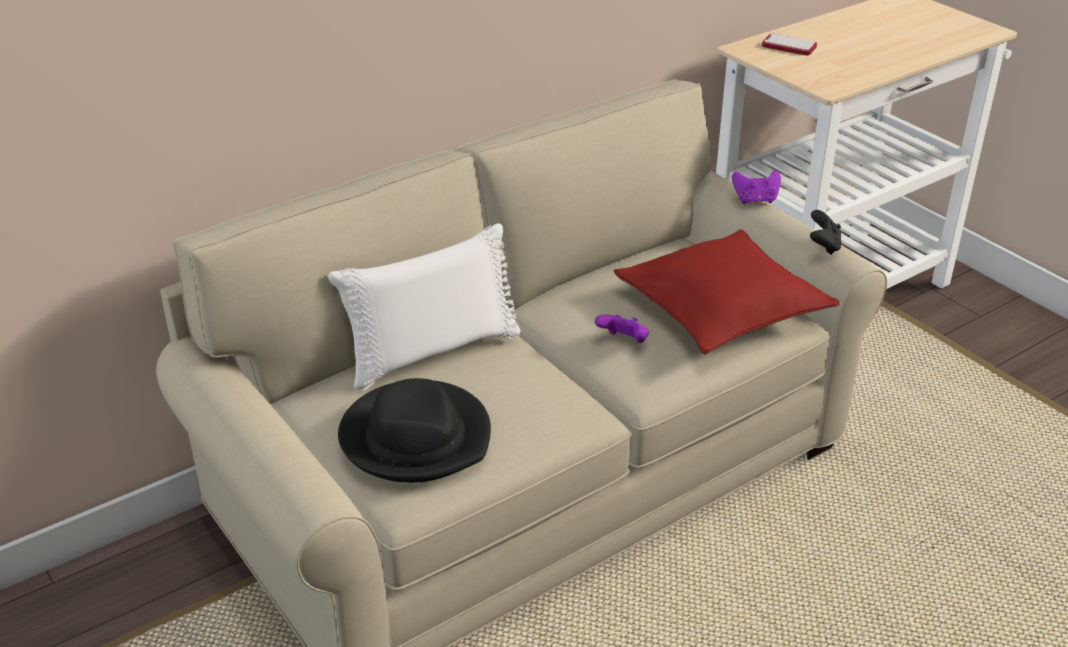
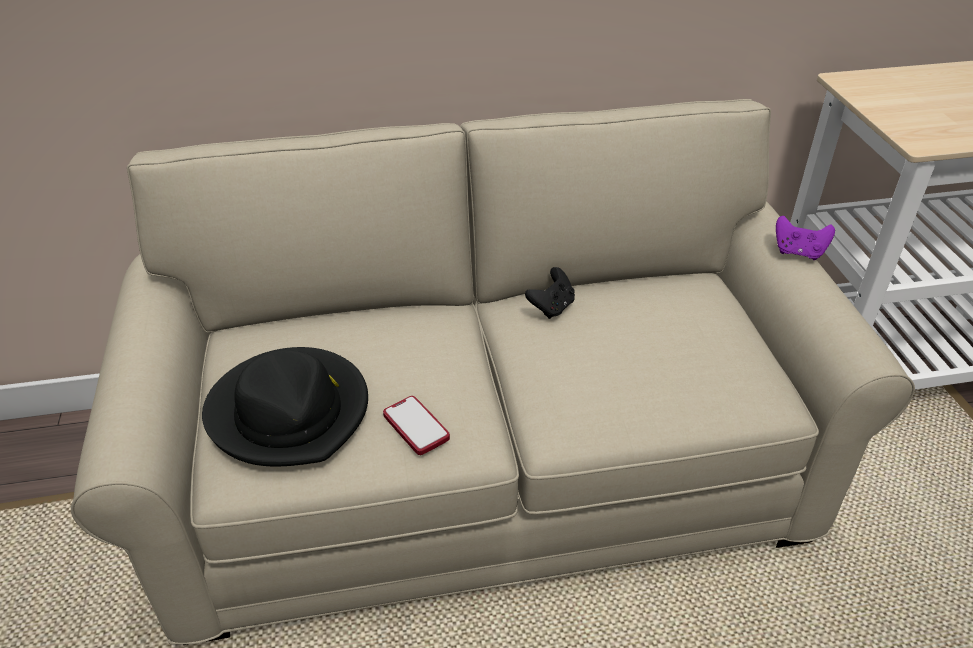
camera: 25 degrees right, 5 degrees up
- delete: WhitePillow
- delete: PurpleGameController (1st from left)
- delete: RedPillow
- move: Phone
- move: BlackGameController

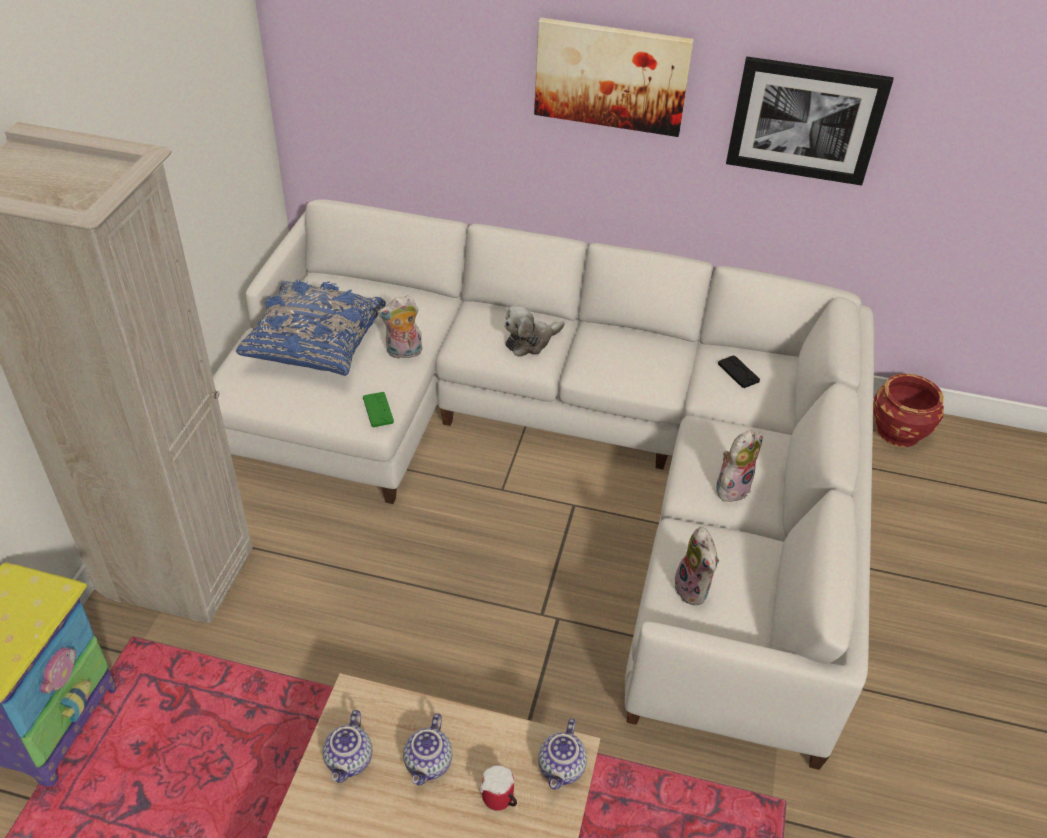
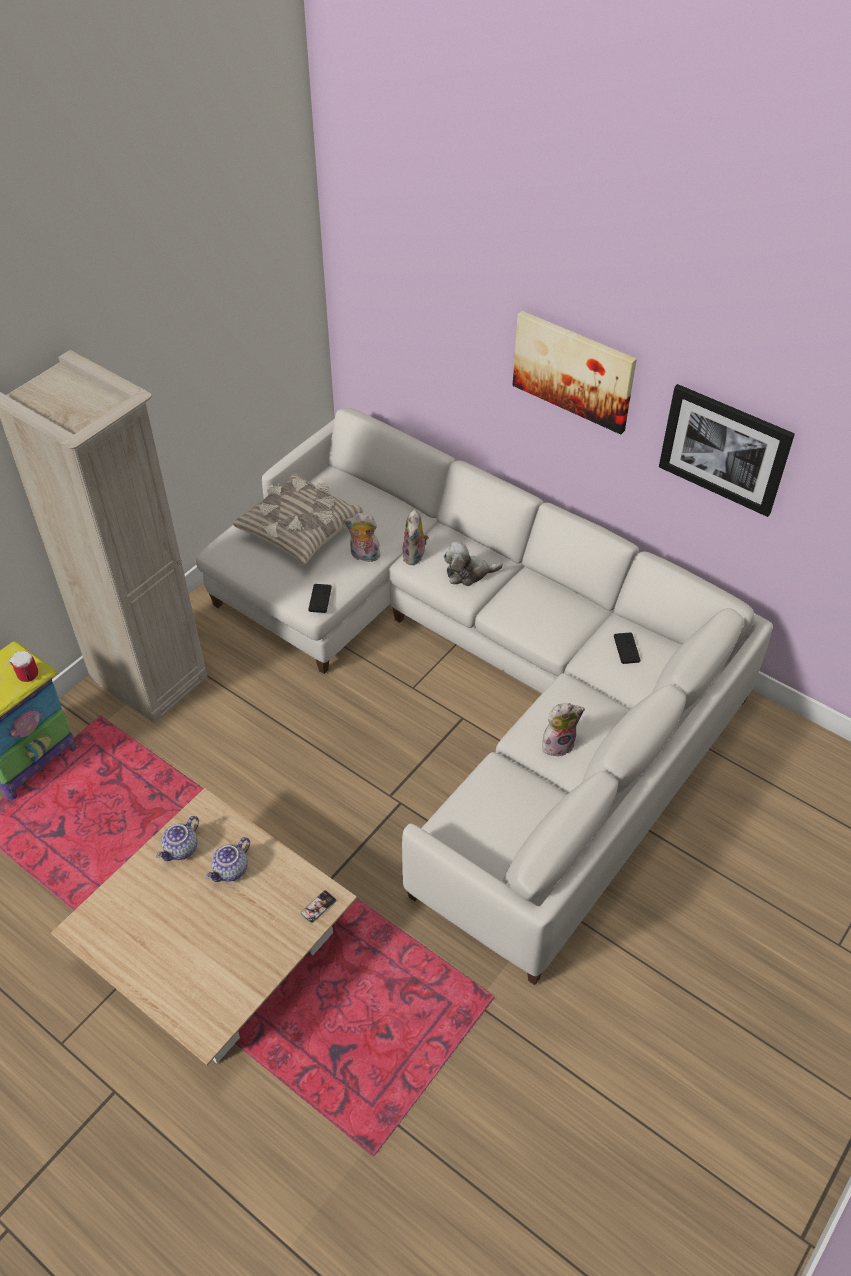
camera: 25 degrees right, 5 degrees up
- delete: RedPlanter
- move: Mug
- move: PlushToy (3rd from left in the first image) to PlushToy (2nd from left)
- replace: Teapot (3rd from left) to Phone
- recolor: BluePillow to BeigePillow
- recolor: GreenGameController to BlackGameController (1st from left)

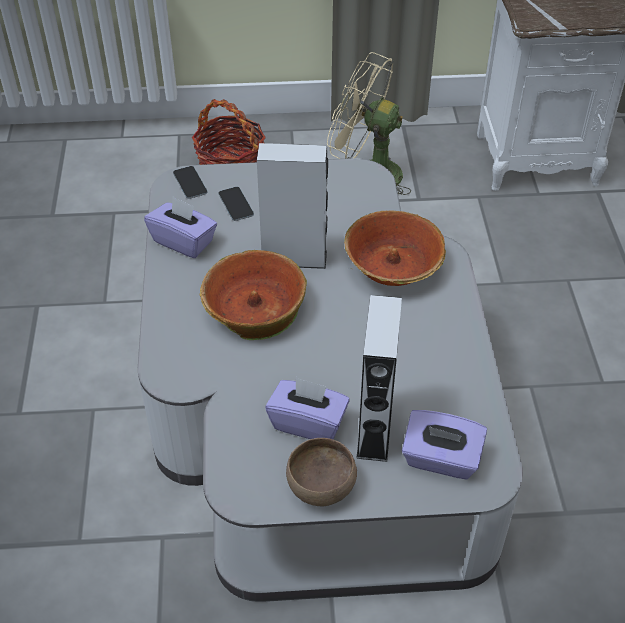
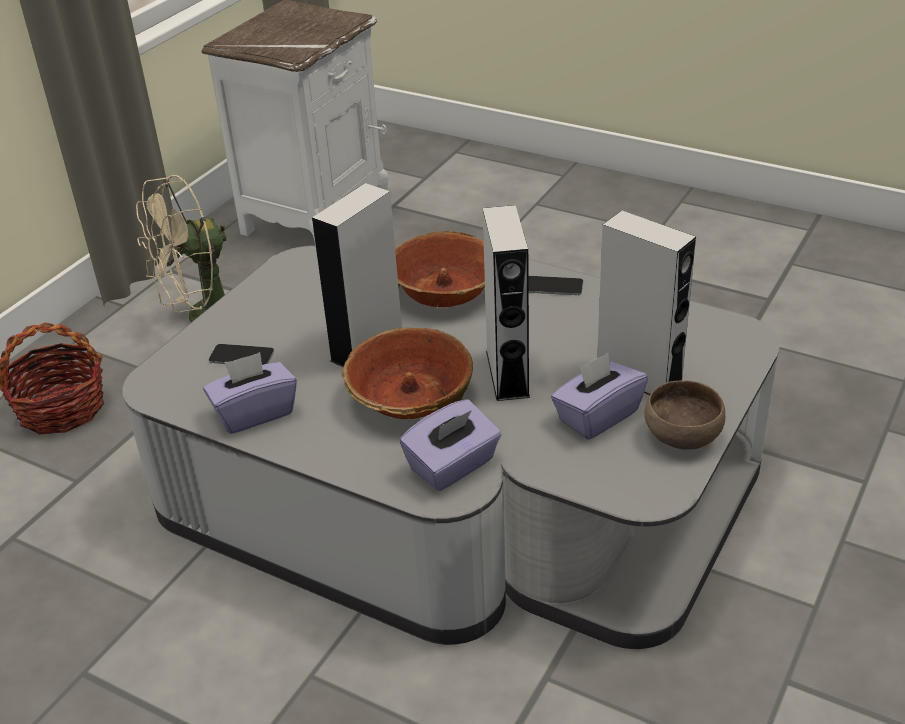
camera: 55 degrees left, 10 degrees down
- insert: GreySpeaker (2nd from left)
- move: Phone (1st from left in the first image) to Phone (2nd from left)
- move: PurpleTissueBox (3rd from left in the first image) to PurpleTissueBox (2nd from left)

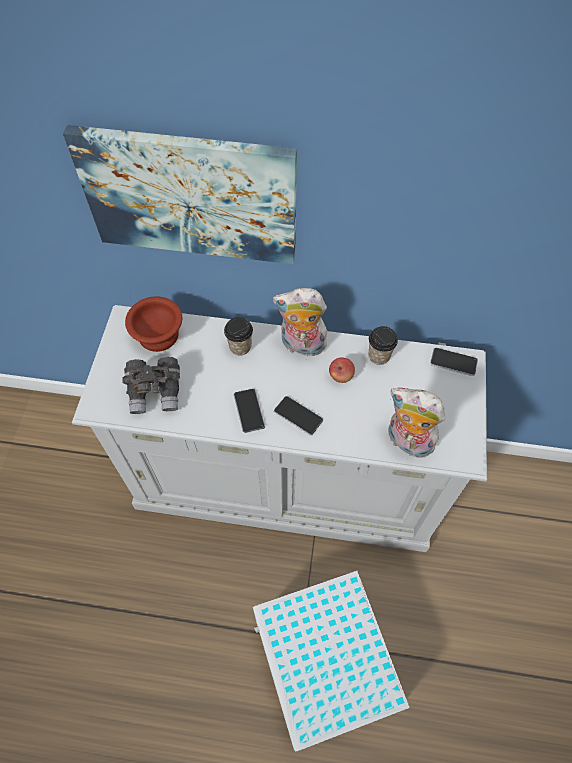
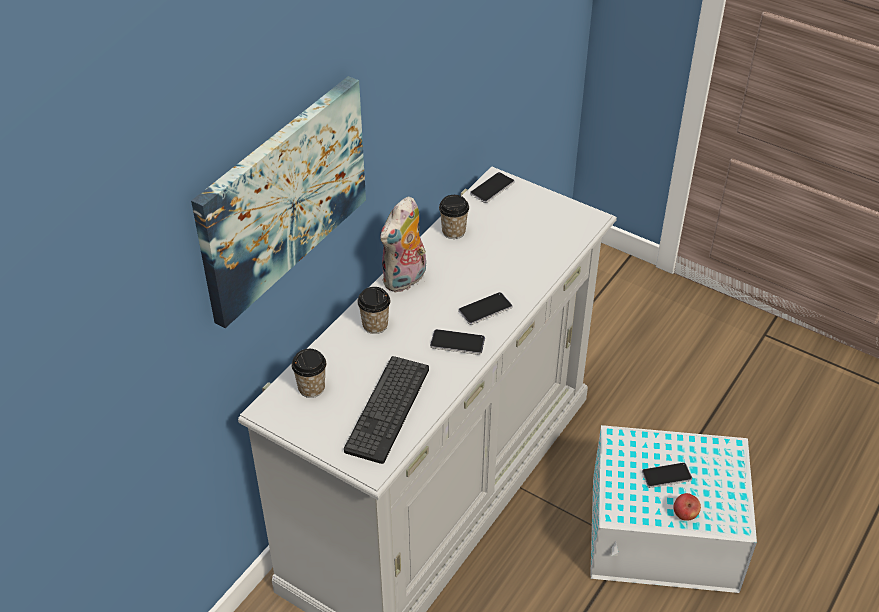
camera: 65 degrees left, 15 degrees down
- delete: PlushToy (2nd from left)
- insert: Phone (4th from left)
- move: Apple
- replace: GreyBinoculars to Keyboard
- replace: BrownBowl to Cup (1st from left)

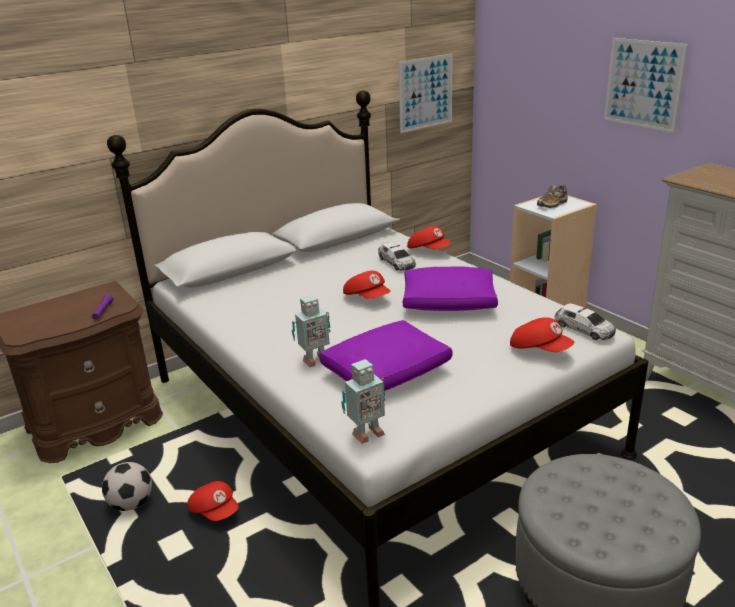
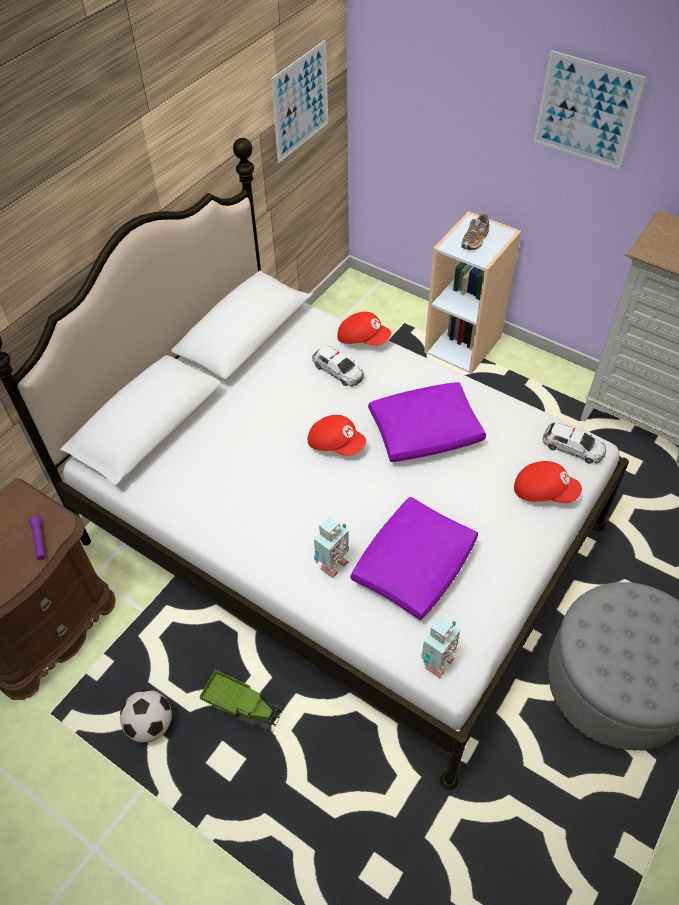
camera: 20 degrees left, 25 degrees up
- replace: RedCap (1st from left) to ToyTruck

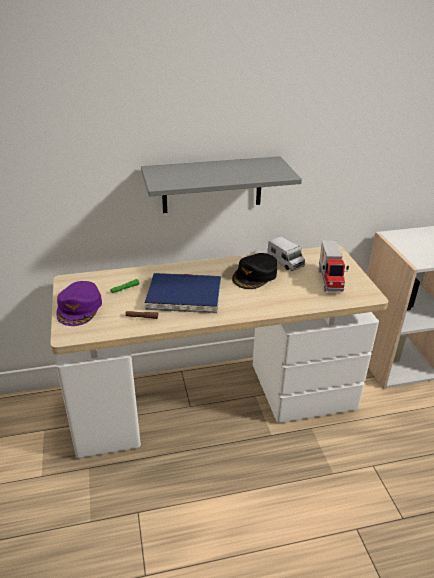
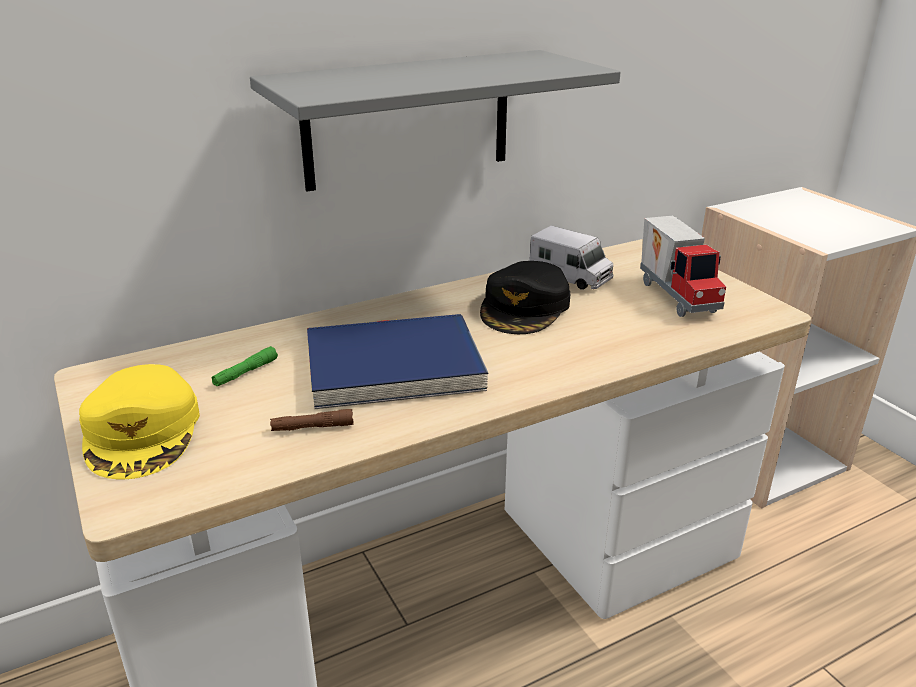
camera: 15 degrees left, 5 degrees down
- recolor: PurpleCap to YellowCap

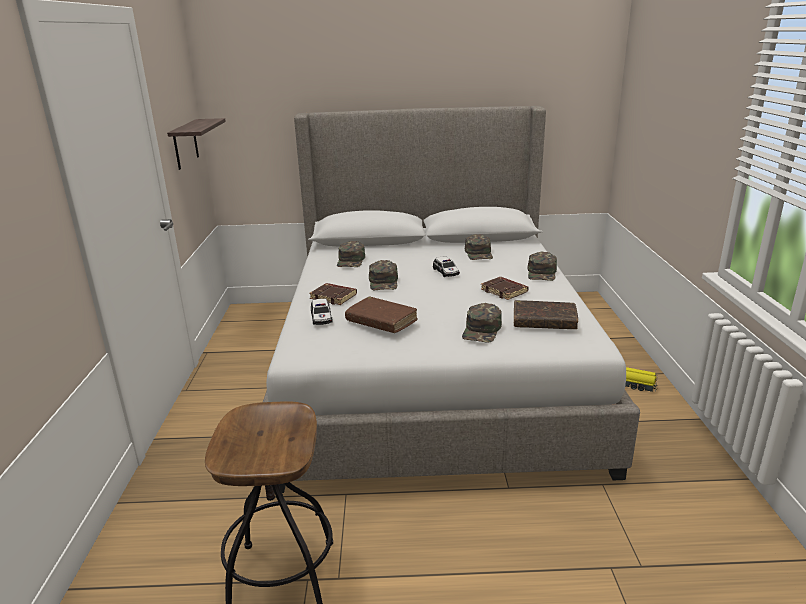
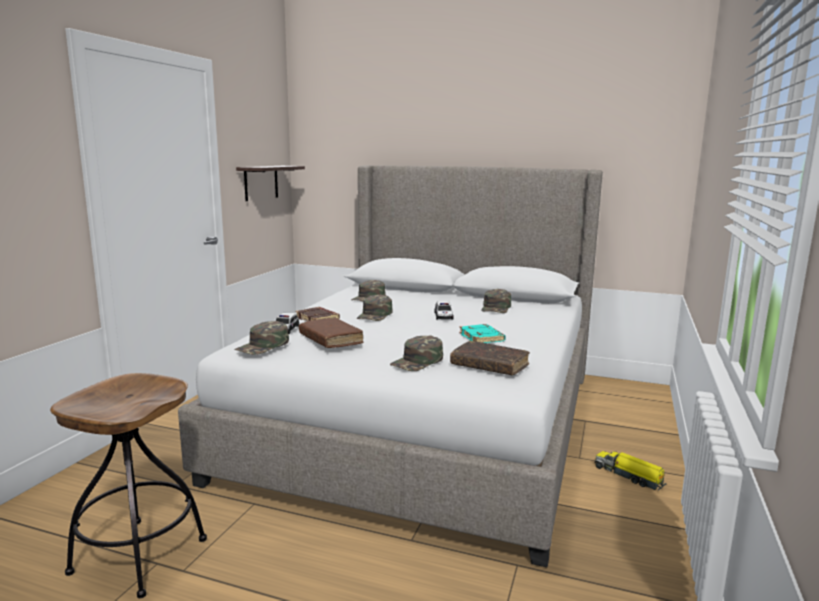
camera: 20 degrees right, 10 degrees down
- move: GreenCap (5th from left in the first image) to GreenCap (1st from left)
- recolor: BrownBook (3rd from left) to TurquoiseBook

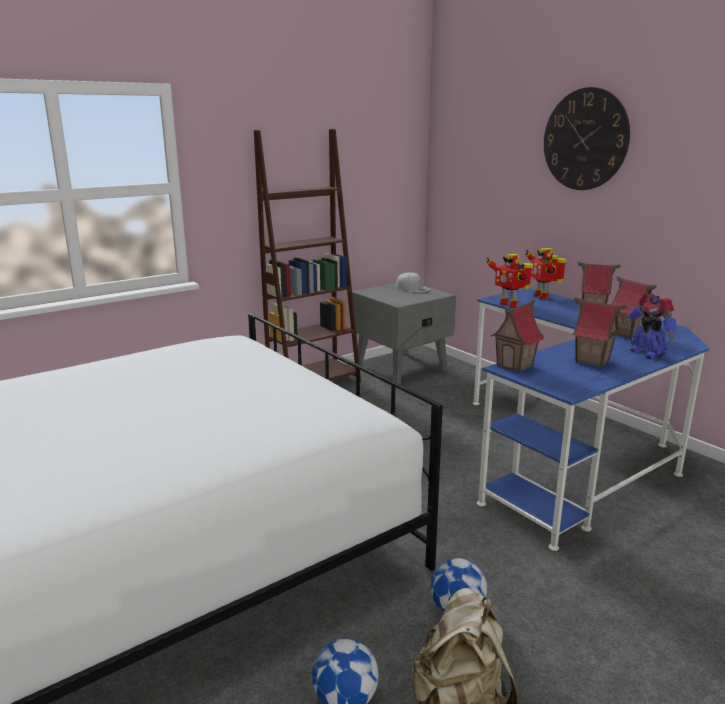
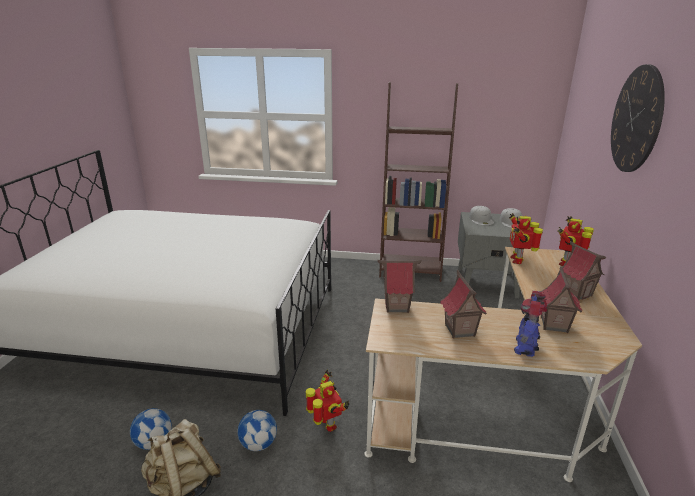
camera: 45 degrees right, 5 degrees up
- insert: ToyRobot (1st from left)
- insert: WhiteCap (1st from left)
- recolor: BlueDesk to BeigeDesk

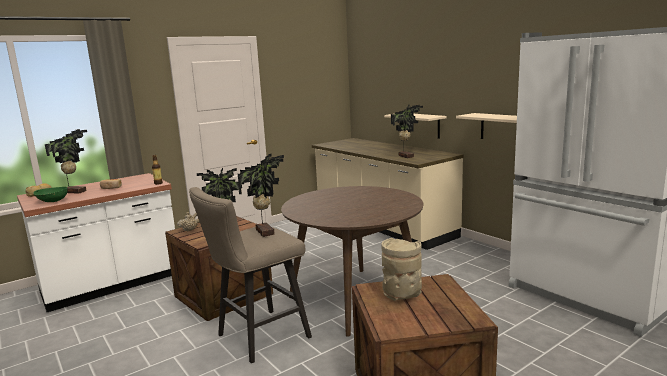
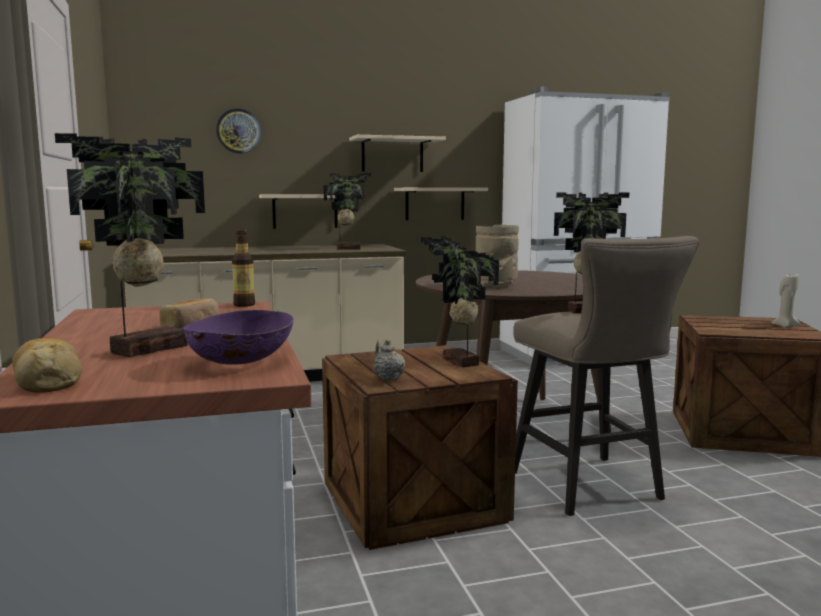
camera: 70 degrees left, 5 degrees down
- insert: WallClock
- insert: BeigeShelf (2nd from left)
- insert: BeigeCandle
- move: BeigeVase
- recolor: GreenBowl to PurpleBowl

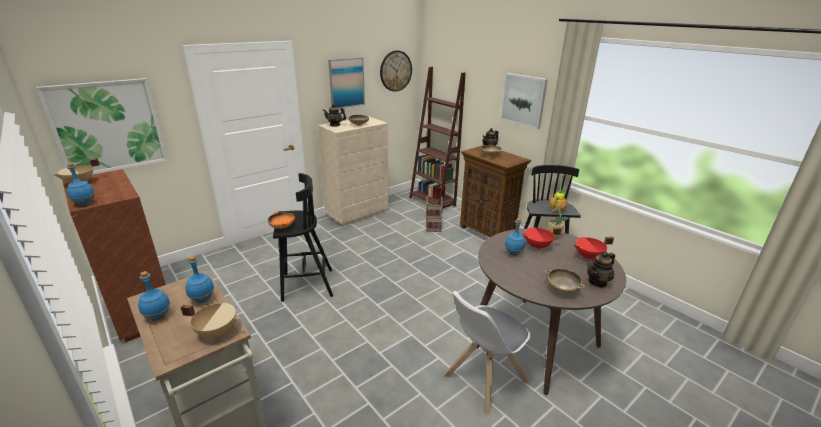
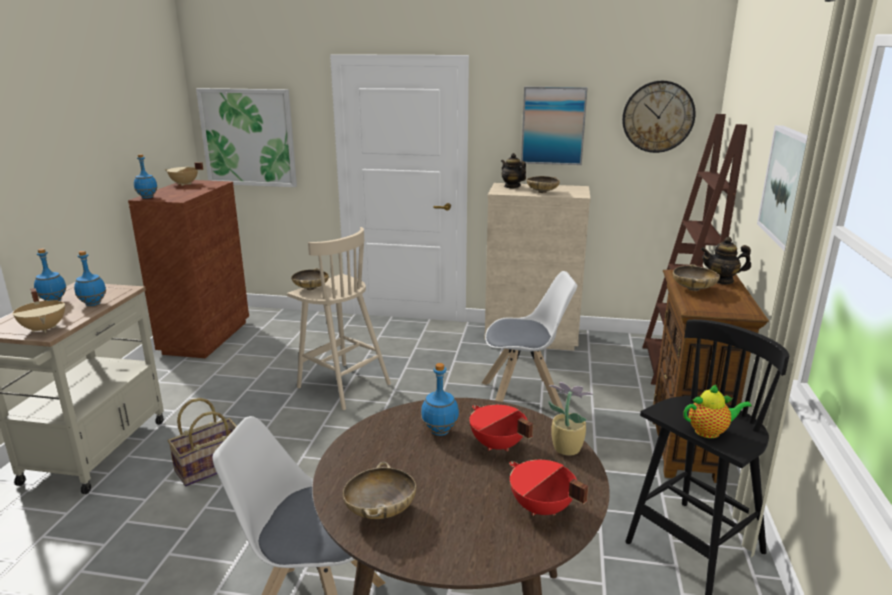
camera: 50 degrees right, 5 degrees down
- delete: Teapot (4th from left)
- insert: Chair (2nd from left)
- move: Basket
- recolor: OrangeBowl to BeigeBowl (1st from left)
- recolor: BlackStool (1st from left) to BeigeStool

